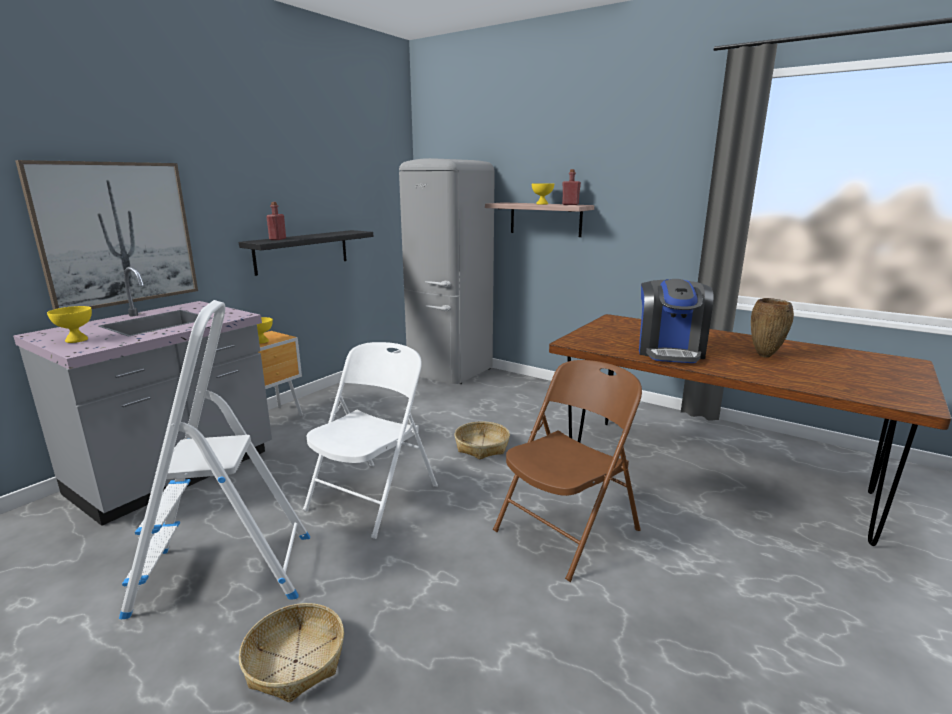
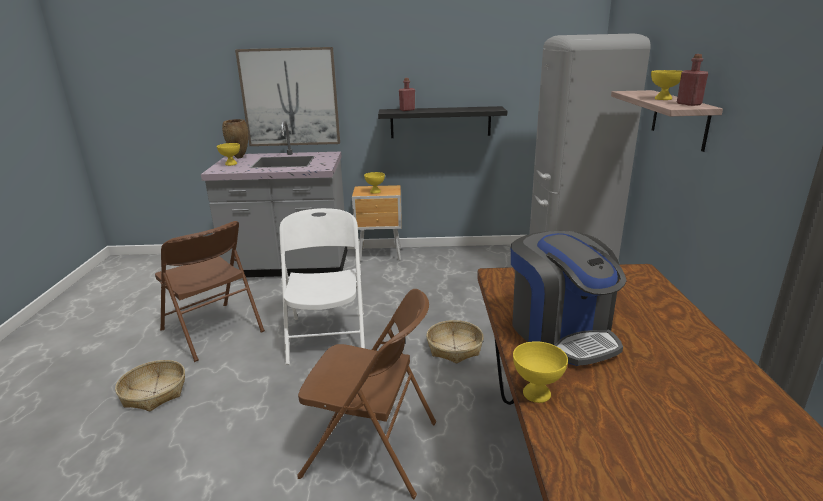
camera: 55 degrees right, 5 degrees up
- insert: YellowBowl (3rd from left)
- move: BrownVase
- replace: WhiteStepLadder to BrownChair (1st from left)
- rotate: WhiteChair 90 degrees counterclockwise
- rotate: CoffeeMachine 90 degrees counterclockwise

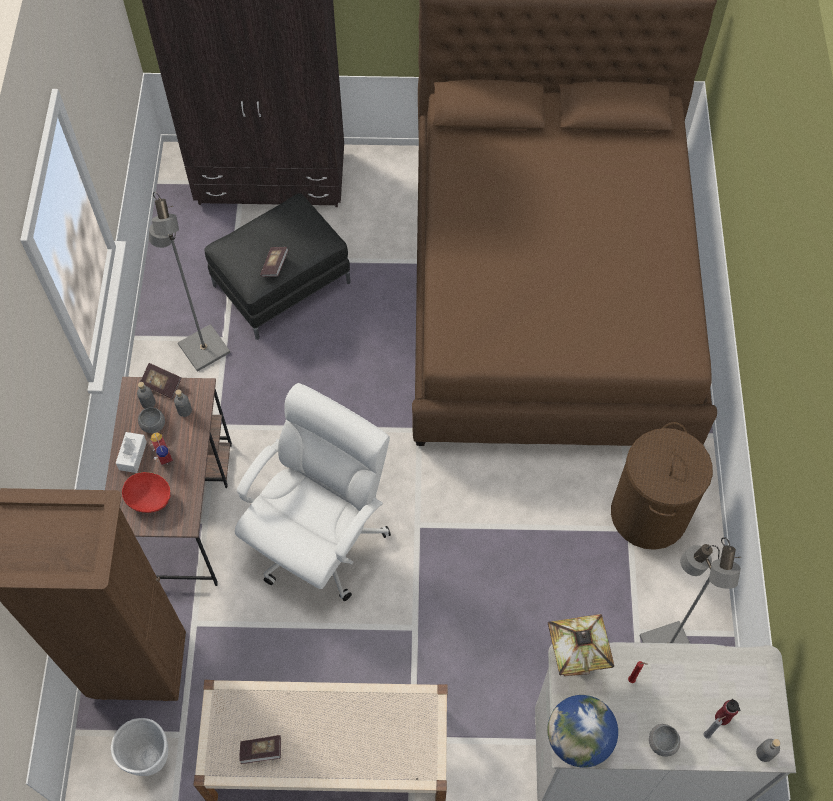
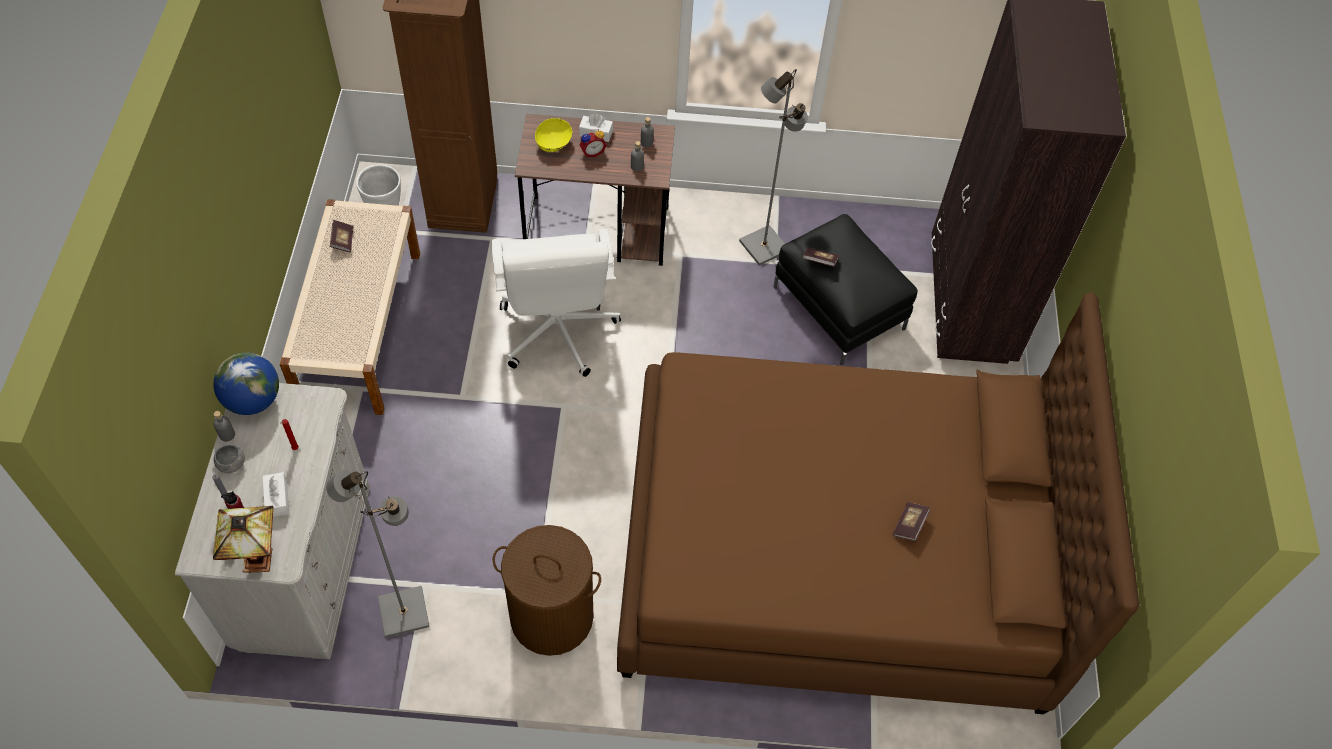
camera: 90 degrees right, 5 degrees down
- delete: GreyBowl (1st from left)
- insert: WhiteTissueBox (1st from left)
- move: Book (1st from left in the first image) to Book (3rd from left)
- move: TableLamp
- move: GreyBottle (3rd from left in the first image) to GreyBottle (1st from left)
- recolor: RedBowl to YellowBowl
- rotate: WhiteOfficeChair 45 degrees clockwise

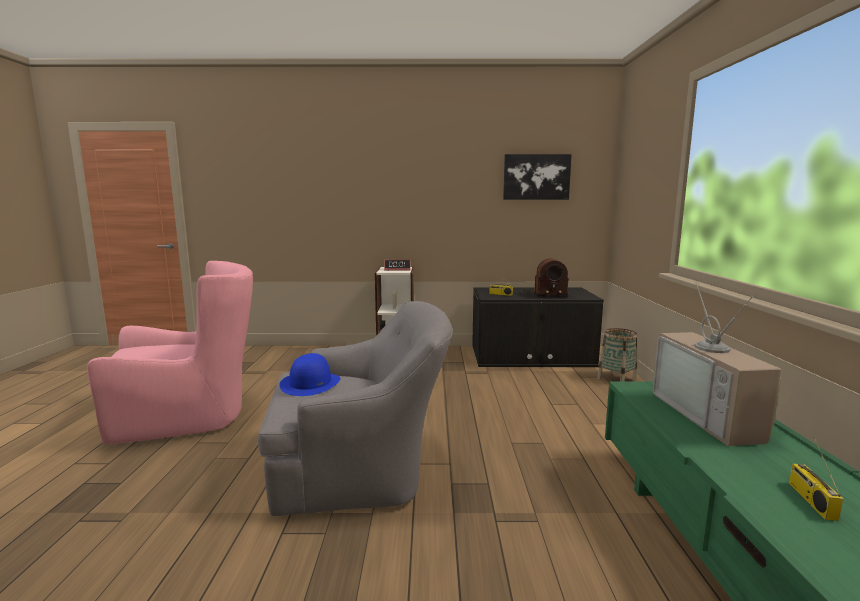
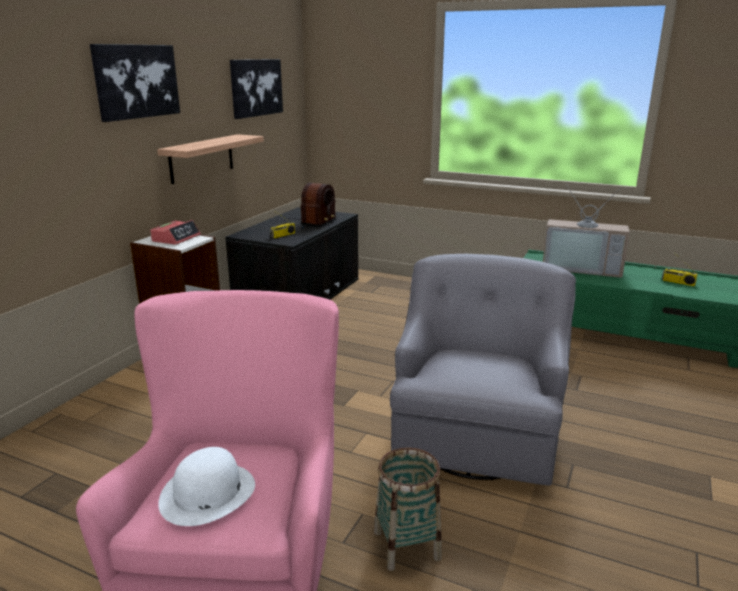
camera: 65 degrees left, 10 degrees up
- delete: BlueHat
- insert: Picture (1st from left)
- insert: Shelf
- insert: WhiteHat
- move: Basket

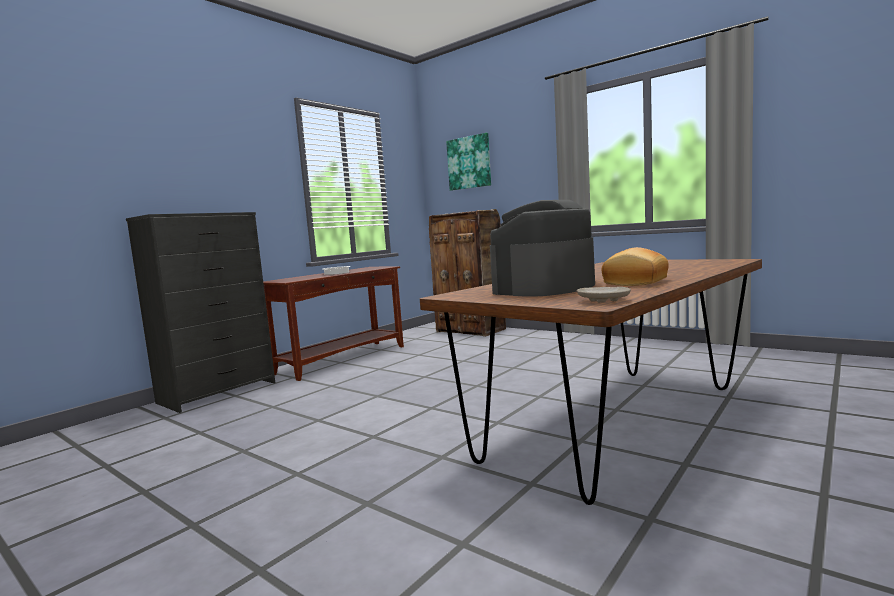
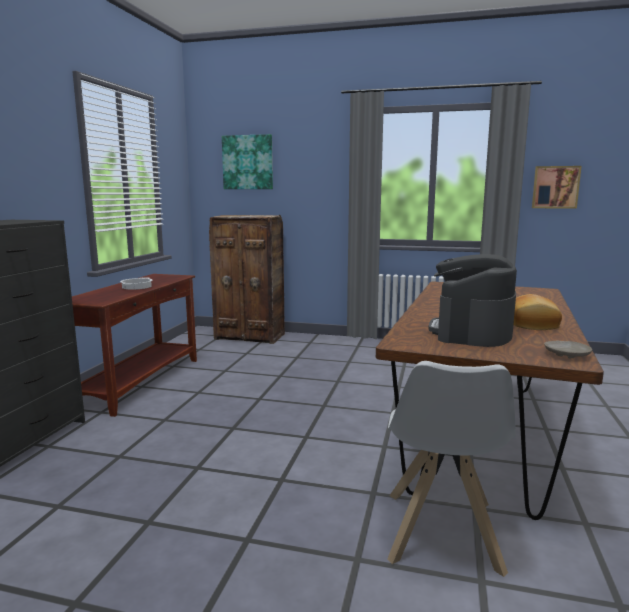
camera: 25 degrees left, 5 degrees up
- insert: Chair
- insert: Picture (2nd from left)

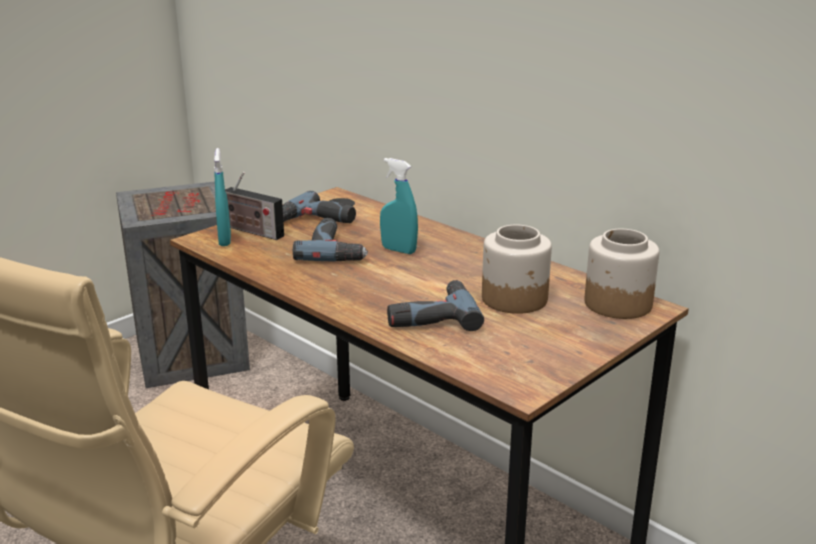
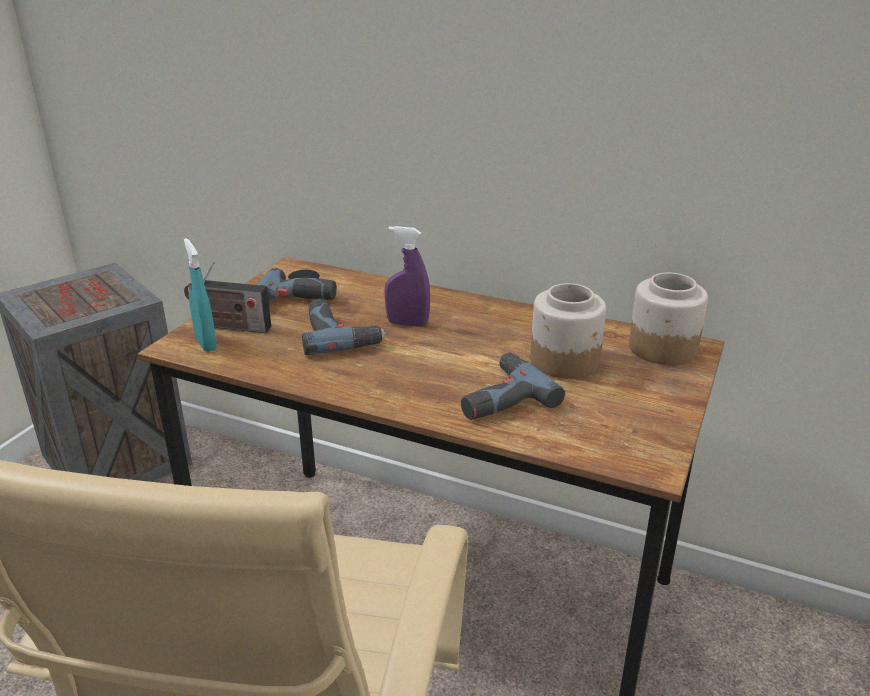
camera: 20 degrees left, 5 degrees up
- recolor: TurquoiseSprayBottle (2nd from left) to PurpleSprayBottle

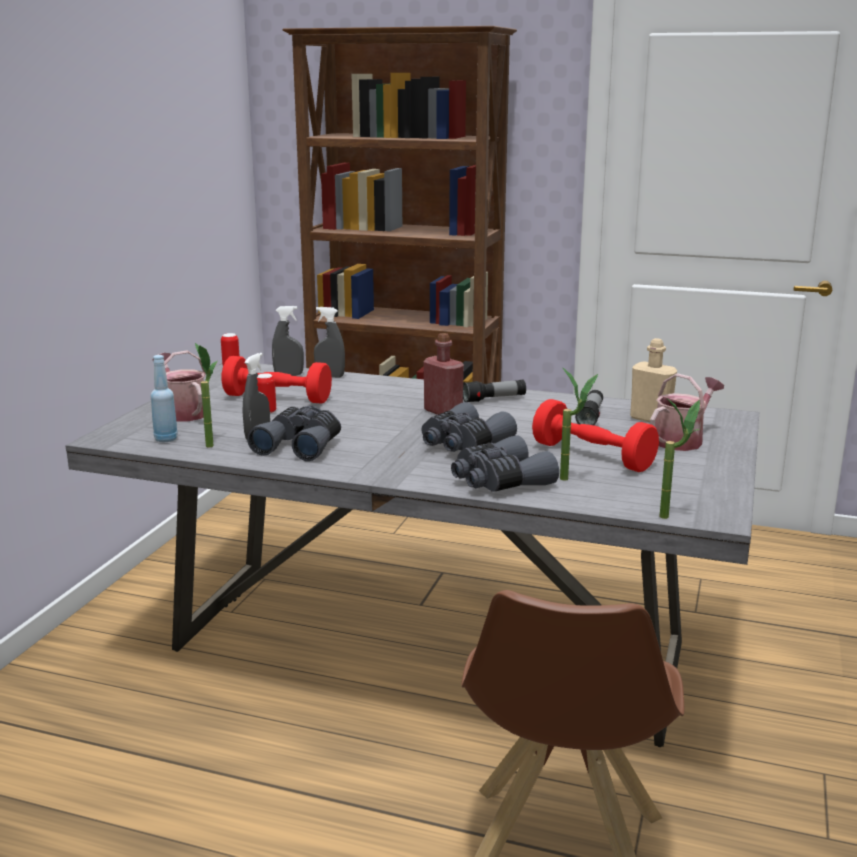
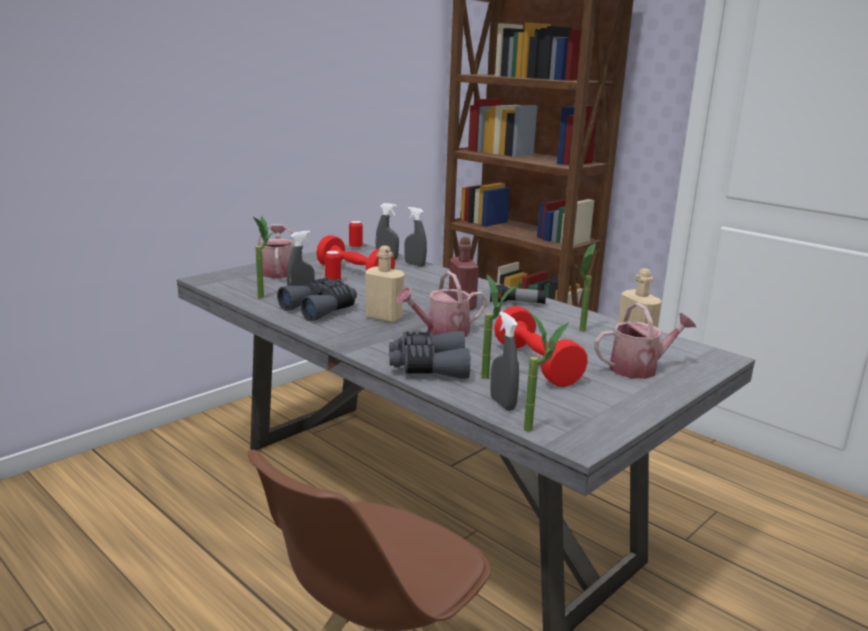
camera: 25 degrees right, 0 degrees up
- delete: BlueBottle
- insert: BeigeBottle (1st from left)
- insert: GreySprayBottle (4th from left)
- replace: GreyBinoculars (2nd from left) to WateringCan (2nd from left)
- replace: Flashlight (2nd from left) to PottedPlant (4th from left)

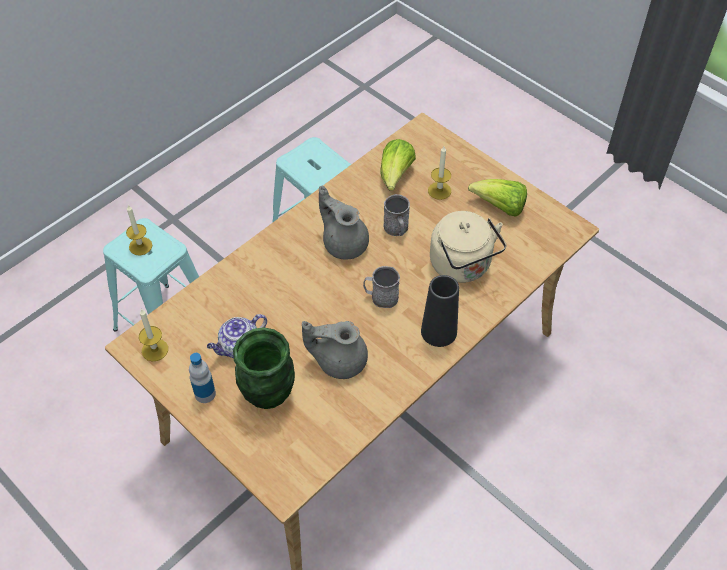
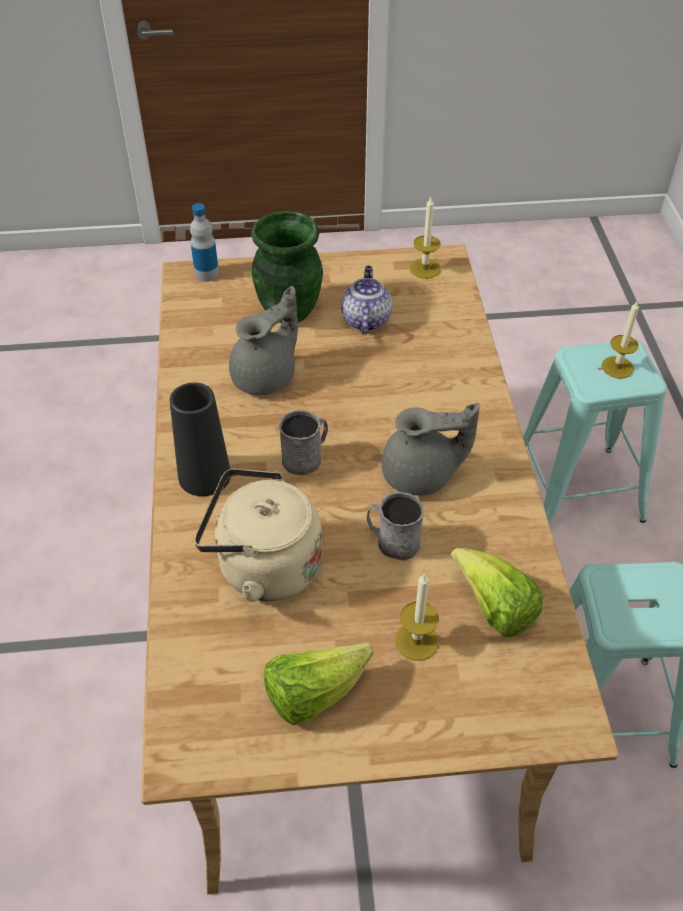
camera: 130 degrees right, 5 degrees down
- move: Bottle

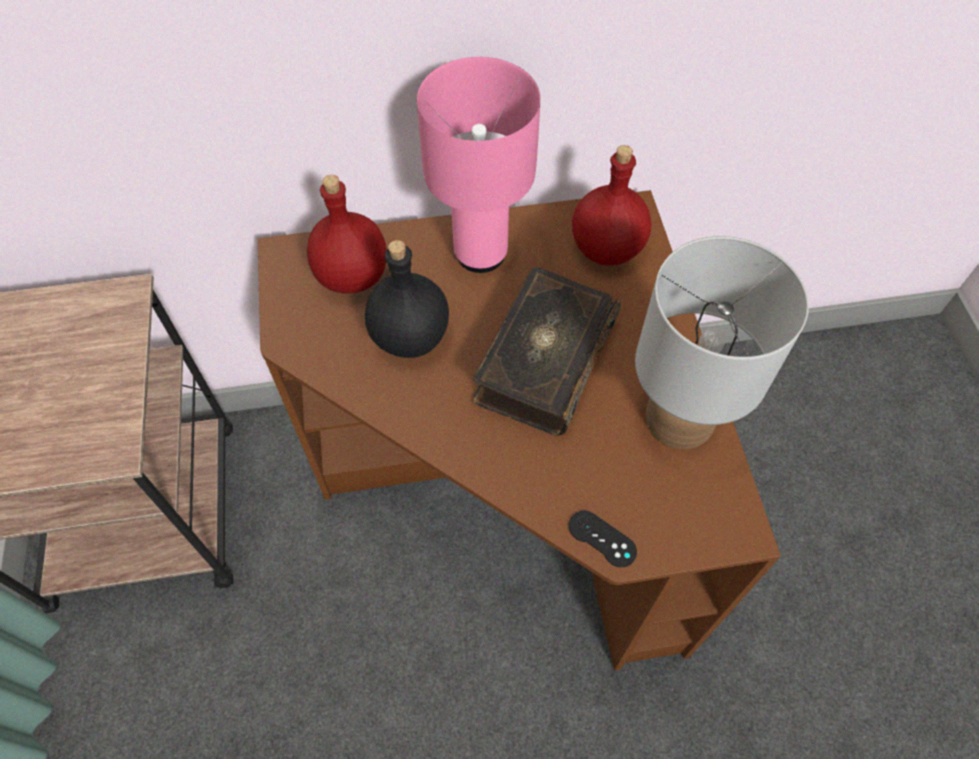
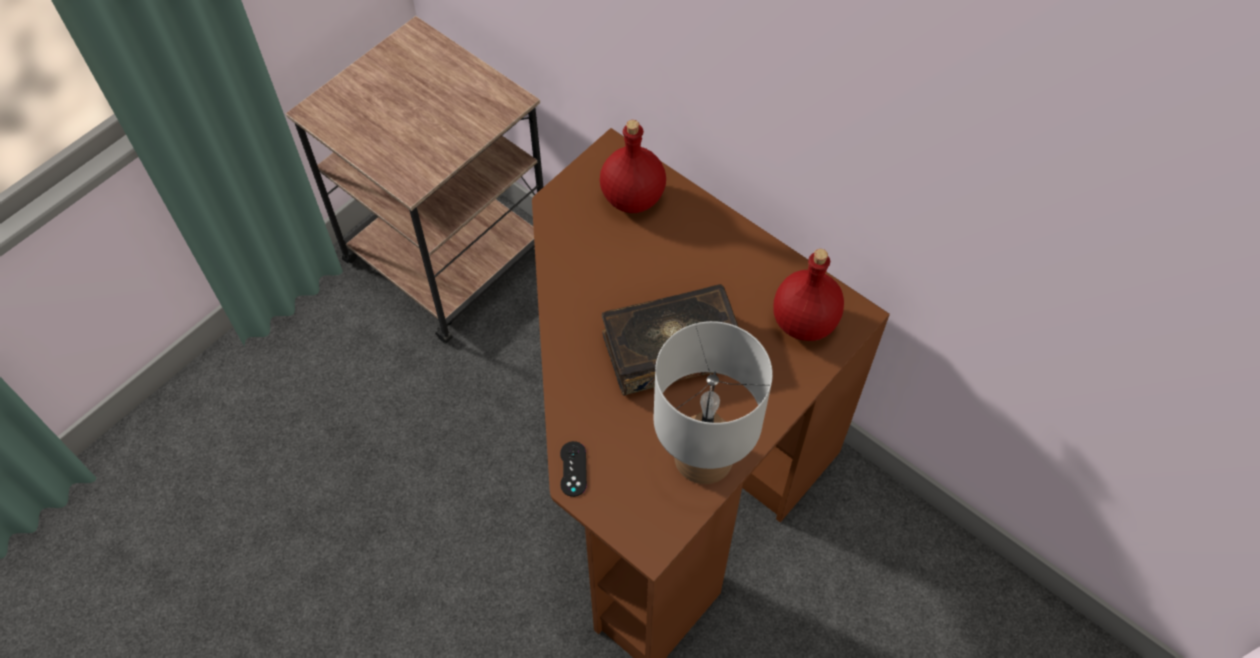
camera: 50 degrees right, 0 degrees up
- delete: BlackBottle
- delete: PinkTableLamp

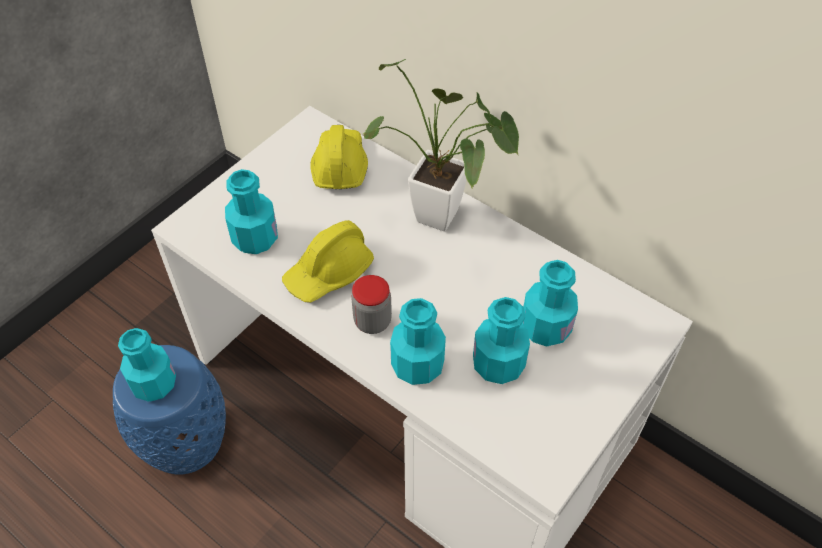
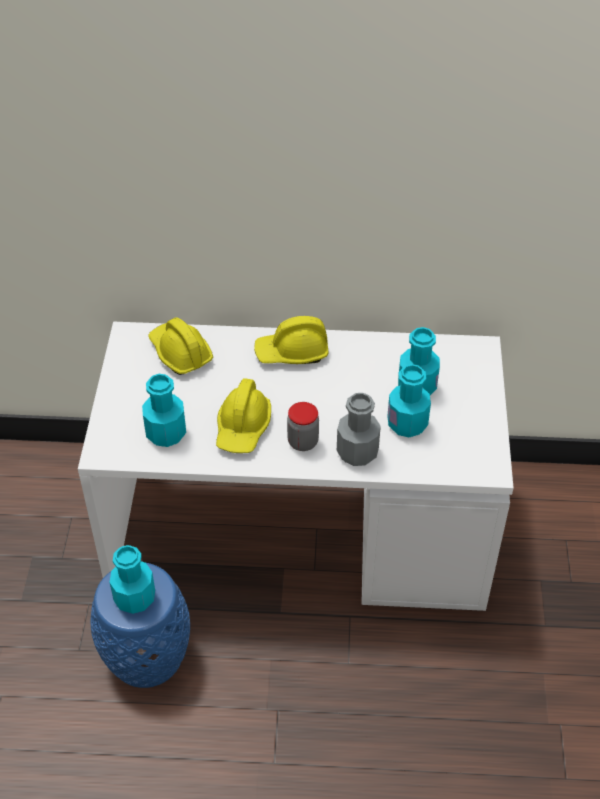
camera: 35 degrees left, 5 degrees down
- replace: PottedPlant to YellowHardHat (3rd from left)
- recolor: TurquoiseBottle (3rd from left) to GreyBottle

